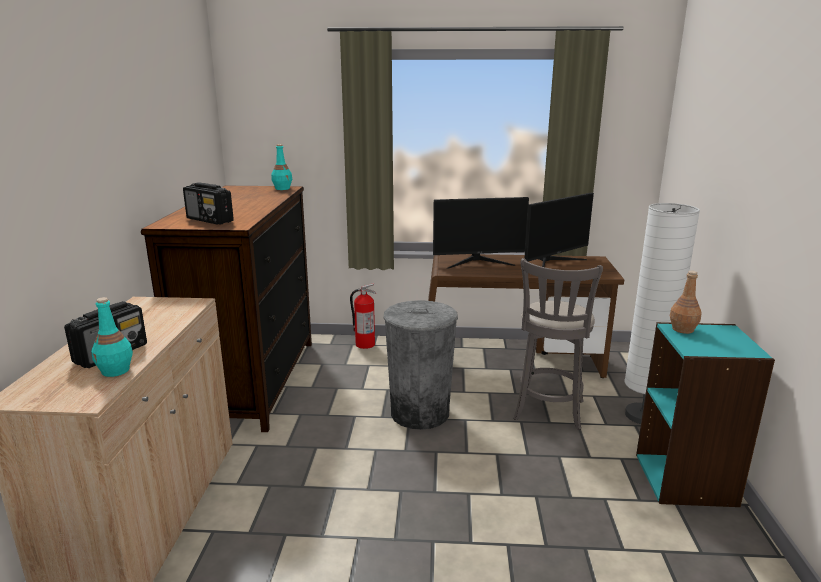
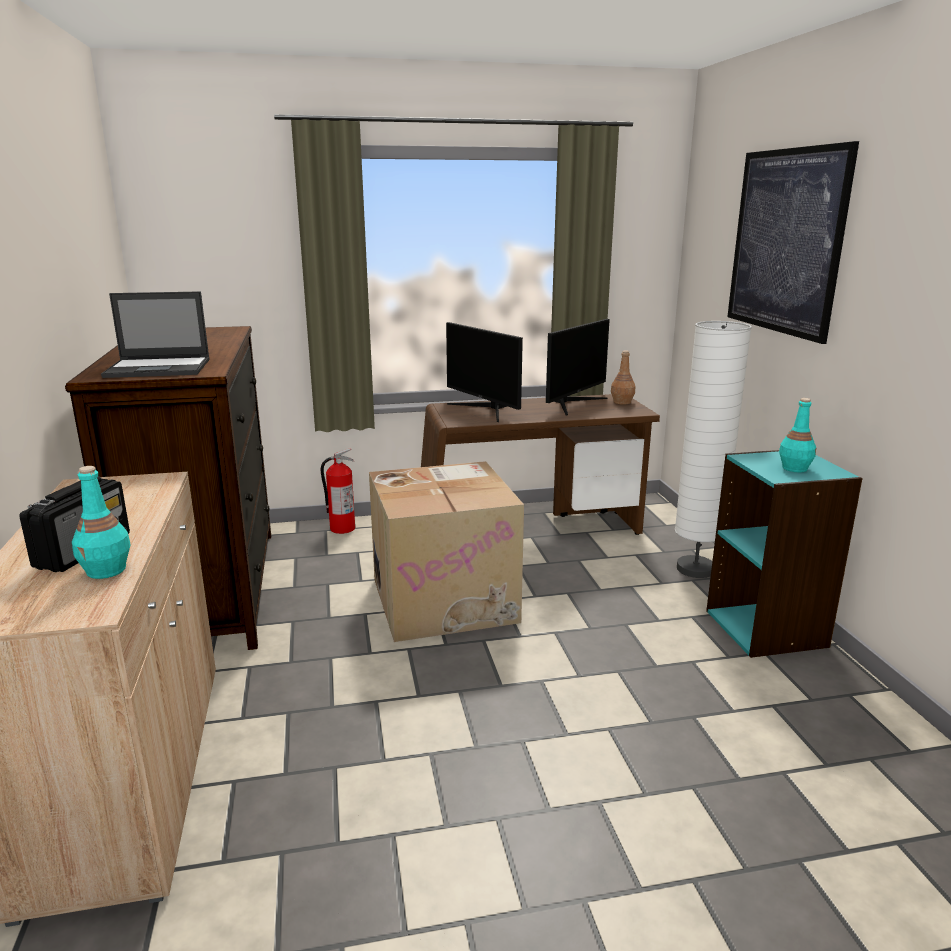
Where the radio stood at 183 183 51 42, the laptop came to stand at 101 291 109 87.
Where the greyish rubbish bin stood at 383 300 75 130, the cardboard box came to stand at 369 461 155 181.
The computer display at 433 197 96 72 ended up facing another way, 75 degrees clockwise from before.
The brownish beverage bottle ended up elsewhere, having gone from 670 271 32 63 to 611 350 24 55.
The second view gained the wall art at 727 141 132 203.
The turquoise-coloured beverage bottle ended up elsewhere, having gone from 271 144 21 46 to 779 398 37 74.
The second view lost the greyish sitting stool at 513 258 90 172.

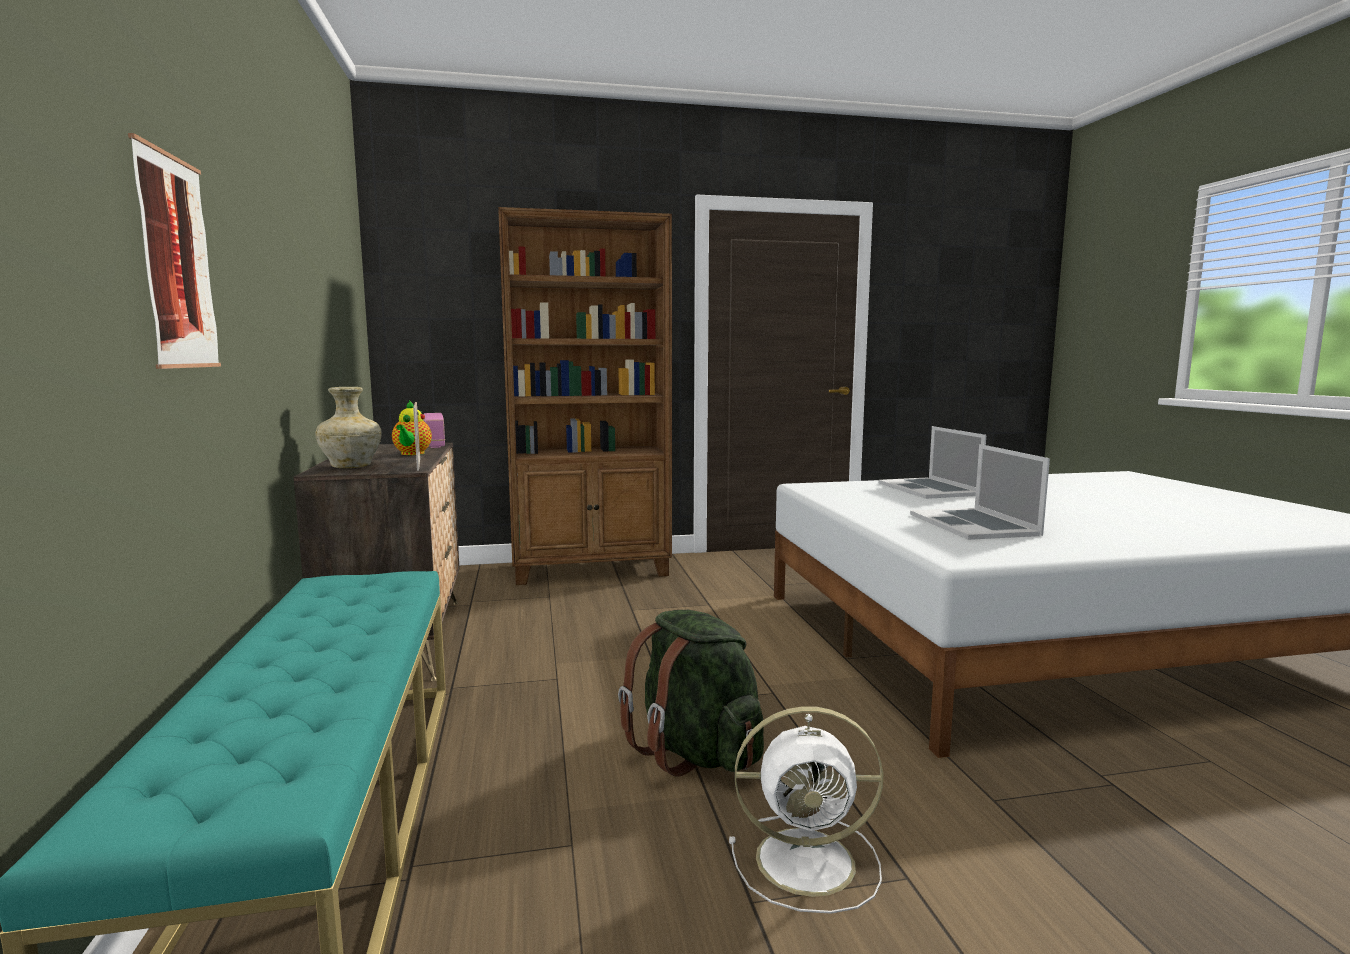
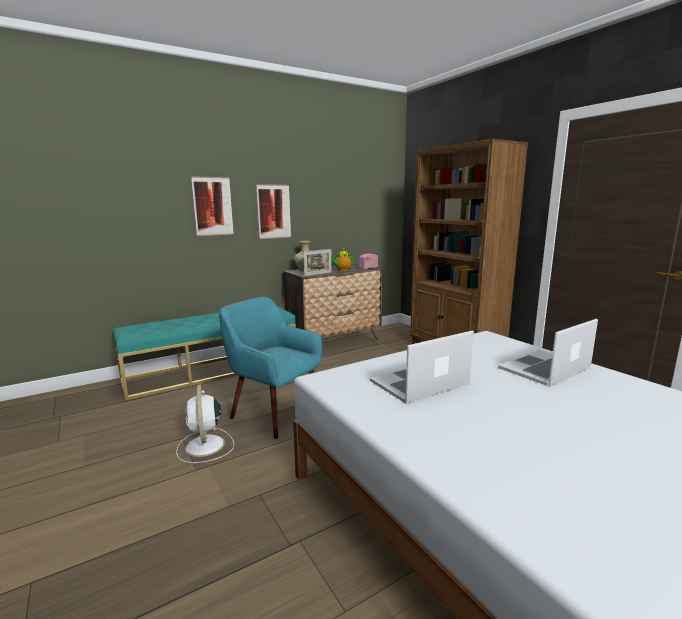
Where the greenish rucksack stood at 618 610 146 166, the turquoise-coloured armchair came to stand at 219 297 103 142.
The second view gained the wall art at 256 184 35 55.

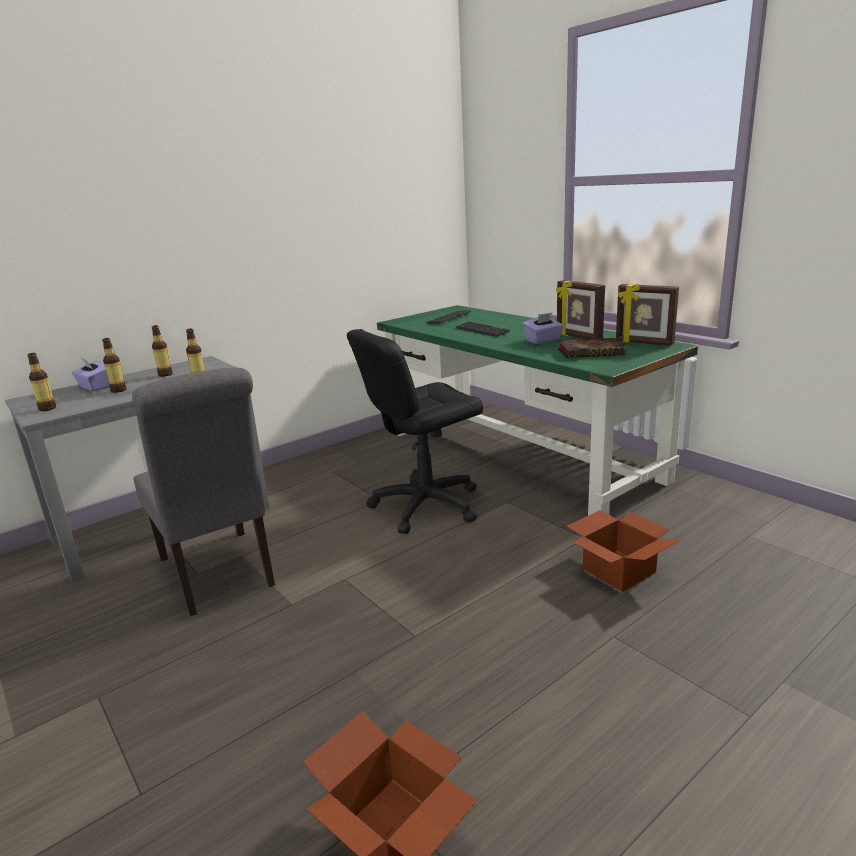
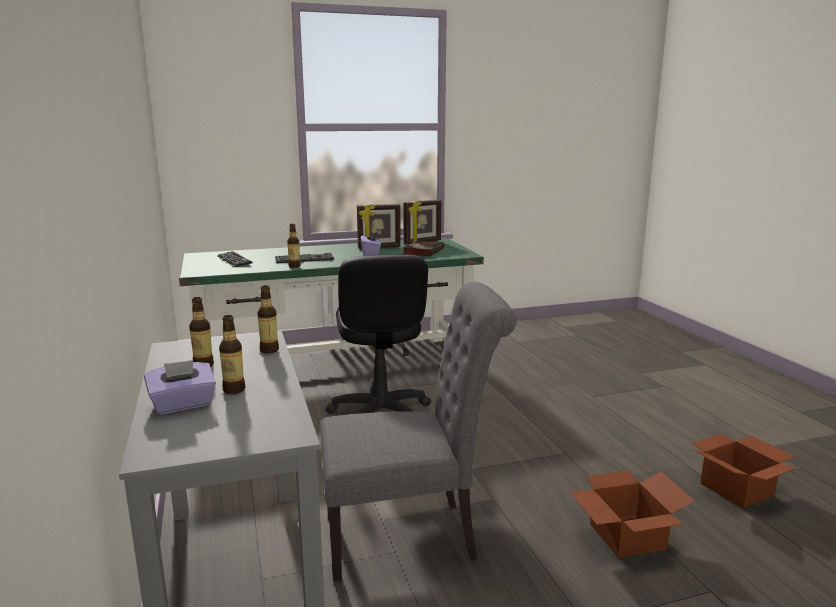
The beverage bottle ended up elsewhere, having gone from 27 353 29 58 to 287 224 14 44.
The cardboard box ended up elsewhere, having gone from 566 510 114 82 to 570 470 125 88.

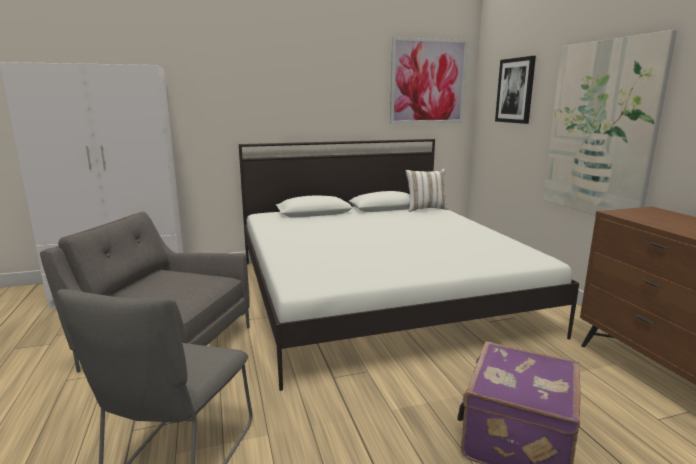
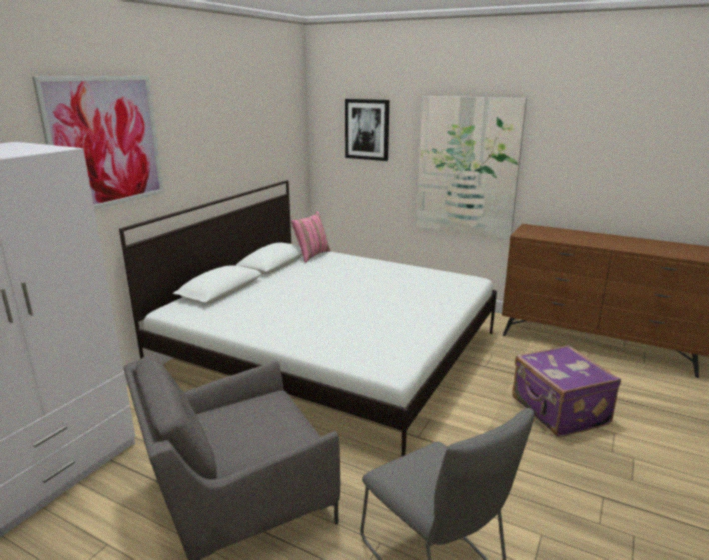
The wall art ended up elsewhere, having gone from 390 37 78 87 to 32 76 132 134.
What was the white pillow at 405 168 43 44 turned into the pink pillow at 291 211 39 52.

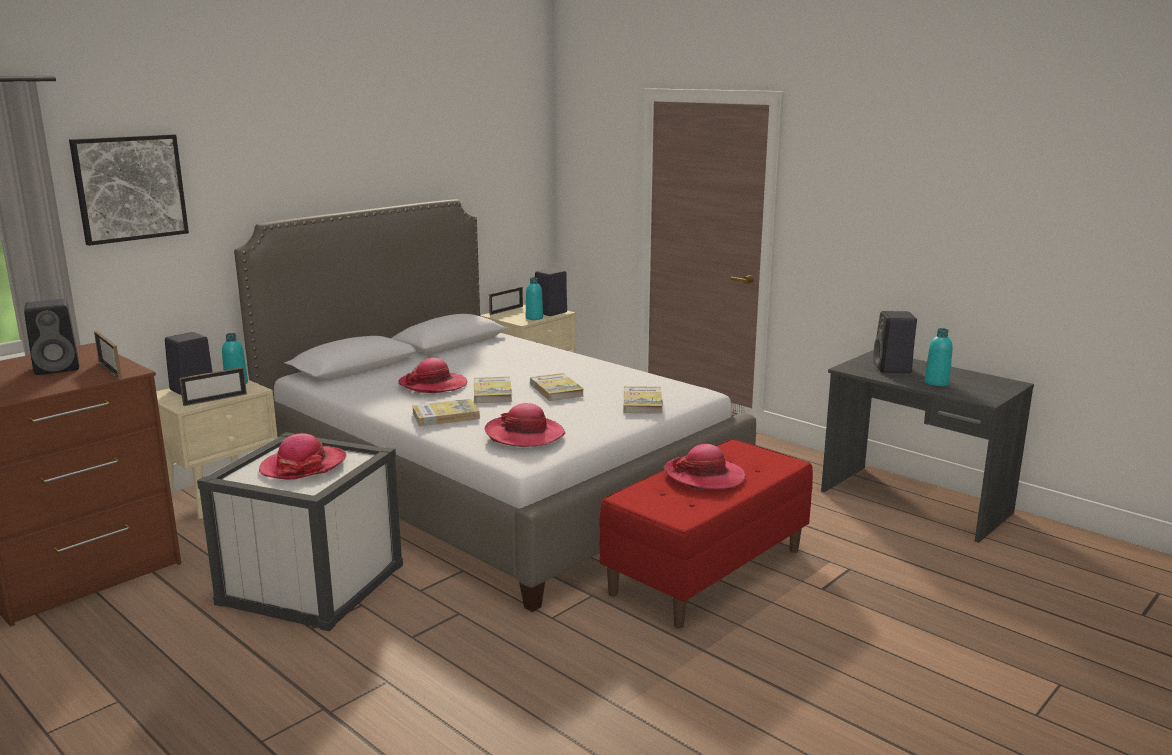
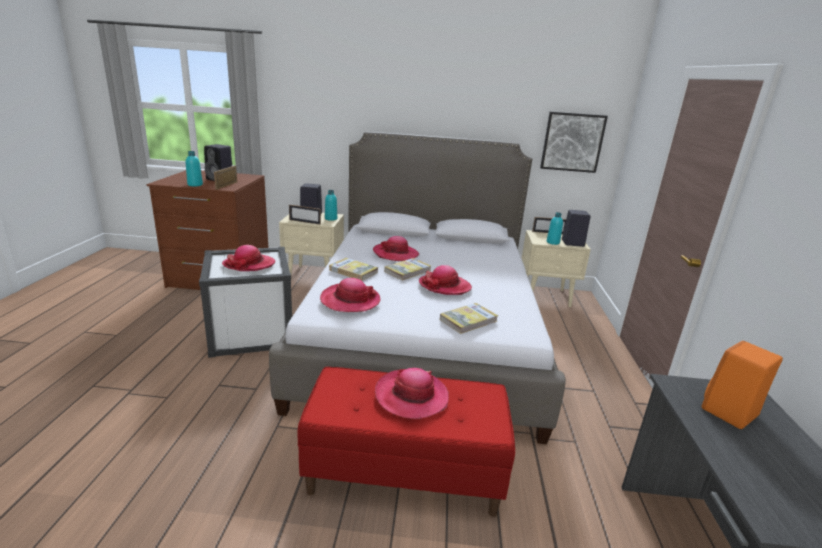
The turquoise-coloured beverage bottle ended up elsewhere, having gone from 924 328 29 58 to 186 151 17 35.
Where the volume stood at 530 373 54 28, the hat came to stand at 419 265 53 30.
The wall art ended up elsewhere, having gone from 69 134 120 112 to 540 112 68 61.
What was the black speaker at 874 311 43 62 turned into the orangey speaker at 701 341 82 88.

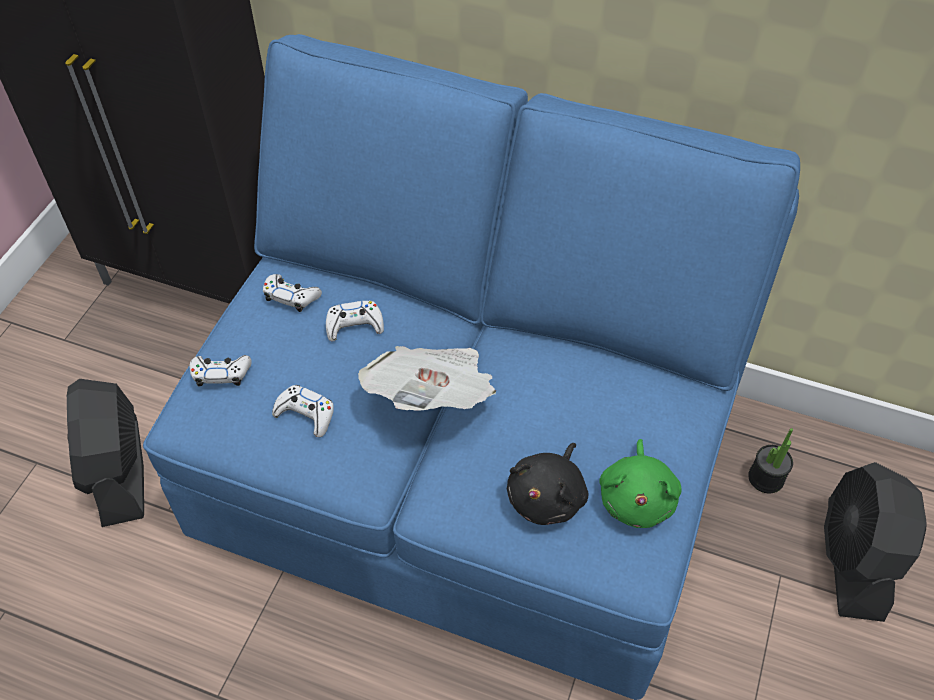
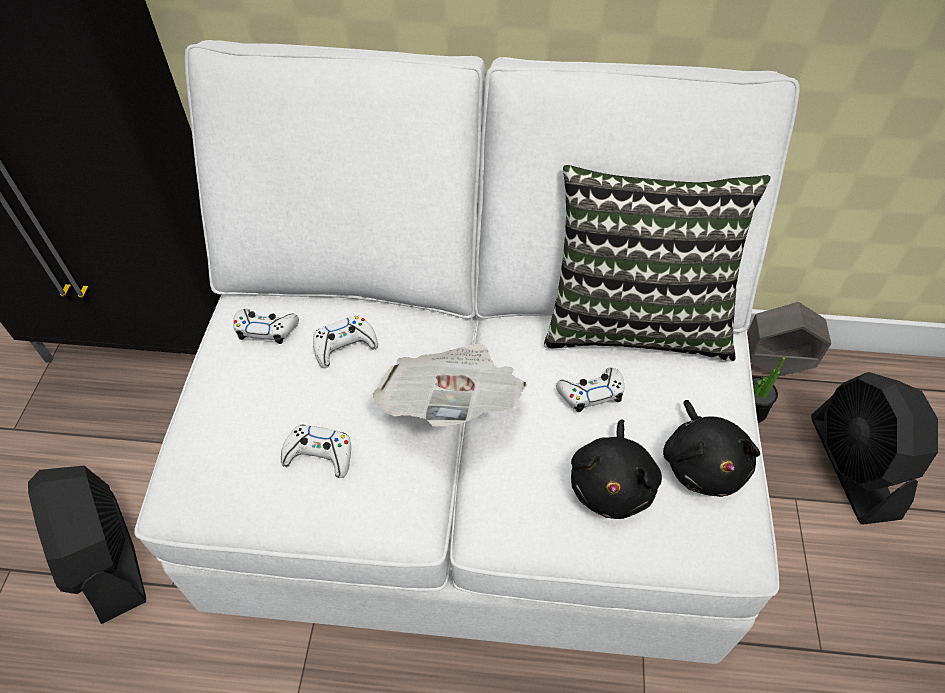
What was the bluish settee at 143 34 657 666 turned into the white settee at 134 40 665 624.
The second view gained the pillow at 544 165 227 196.
The white joypad ended up elsewhere, having gone from 190 355 62 32 to 556 368 69 44.
What was the greenish plush toy at 599 439 83 89 turned into the black plush toy at 663 400 97 97.
The second view gained the greyish plant pot at 747 302 84 75.

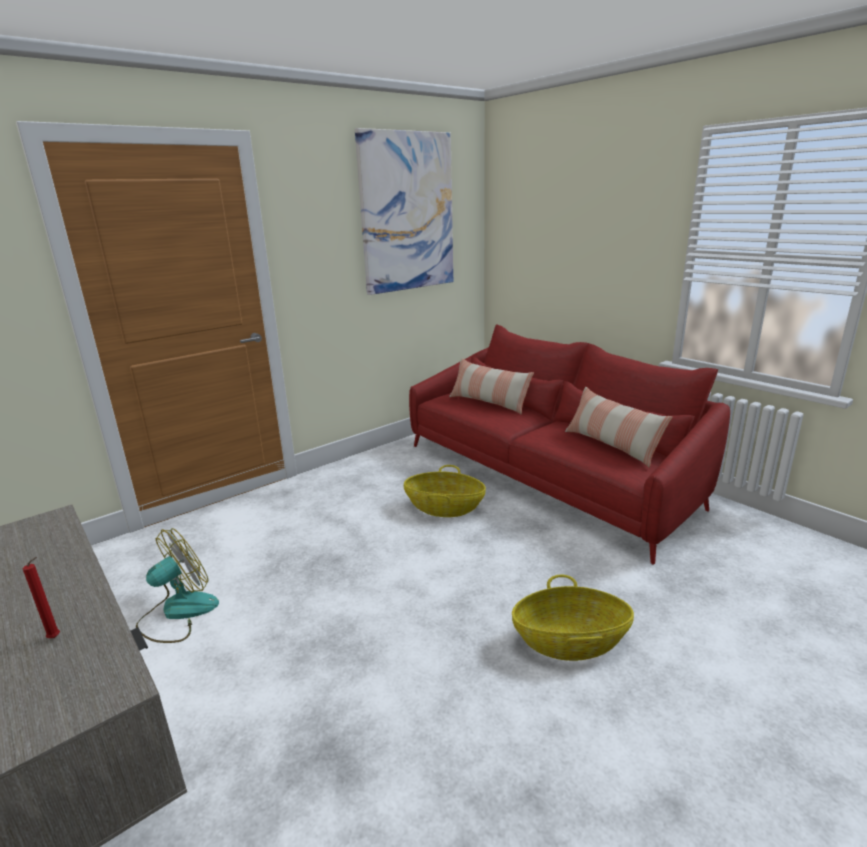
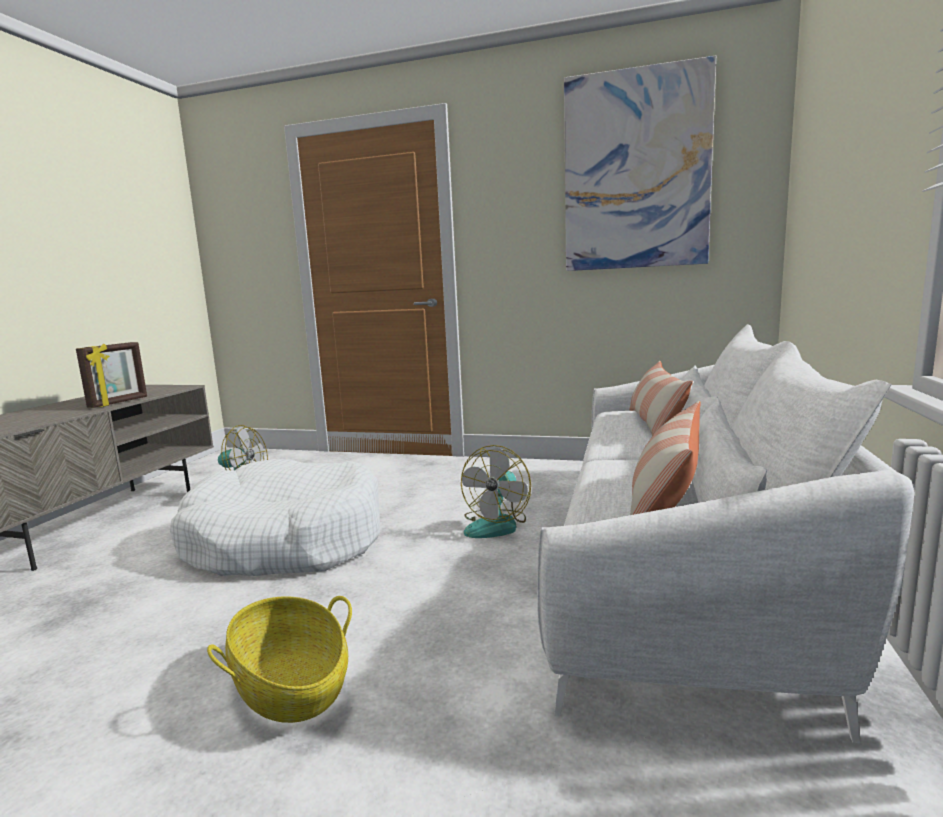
The second view gained the picture frame at 76 342 71 66.
The second view gained the white dog bed at 170 459 210 117.
Where the basket stood at 404 465 82 52, the cooling fan came to stand at 461 445 70 93.
What was the red settee at 409 324 321 241 turned into the white settee at 537 324 378 419.
The second view lost the red wax candle at 23 557 37 81.

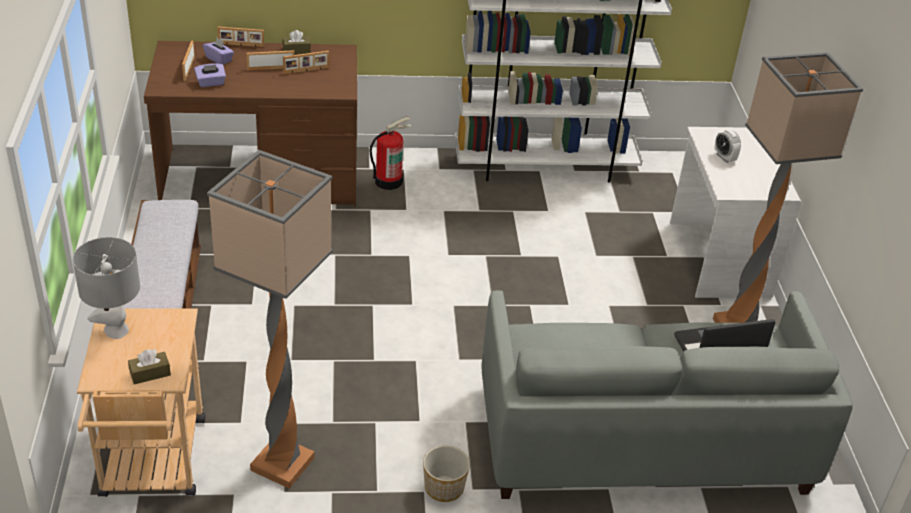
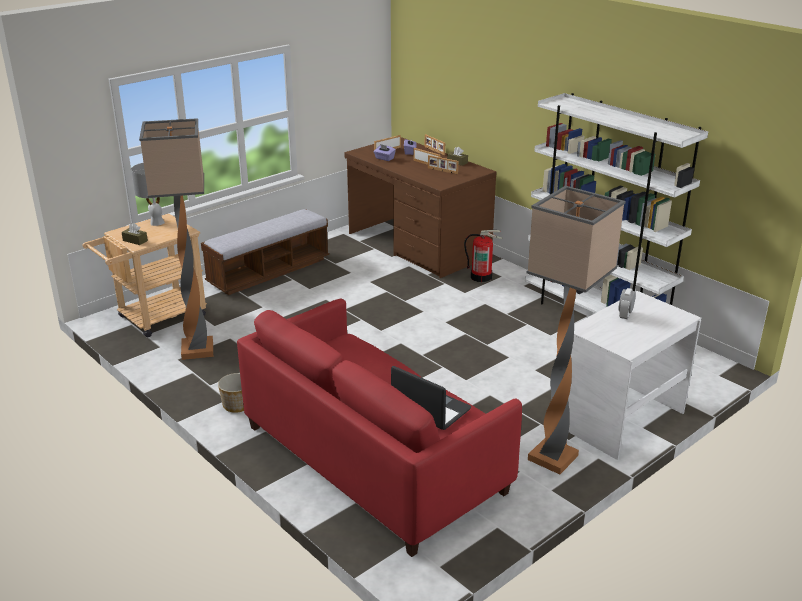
What was the greyish settee at 482 290 371 209 turned into the red settee at 237 299 285 258.

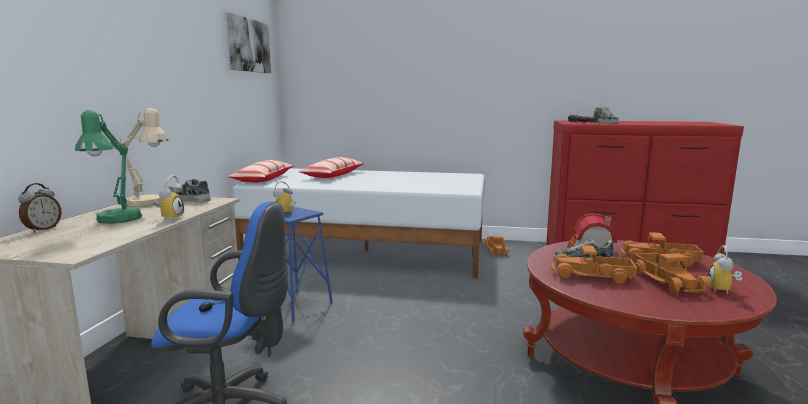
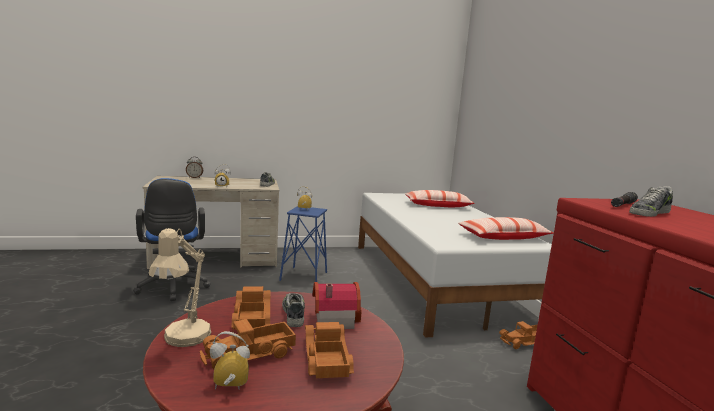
The beige tabletop lamp ended up elsewhere, having gone from 119 108 50 99 to 149 228 62 119.
The pillow ended up elsewhere, having gone from 228 160 66 23 to 458 217 95 23.
The second view lost the greenish tabletop lamp at 75 110 67 114.
The second view lost the wall art at 226 13 45 60.

